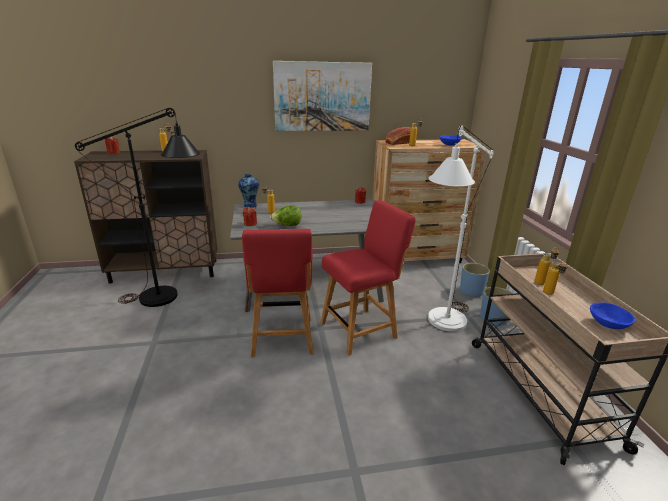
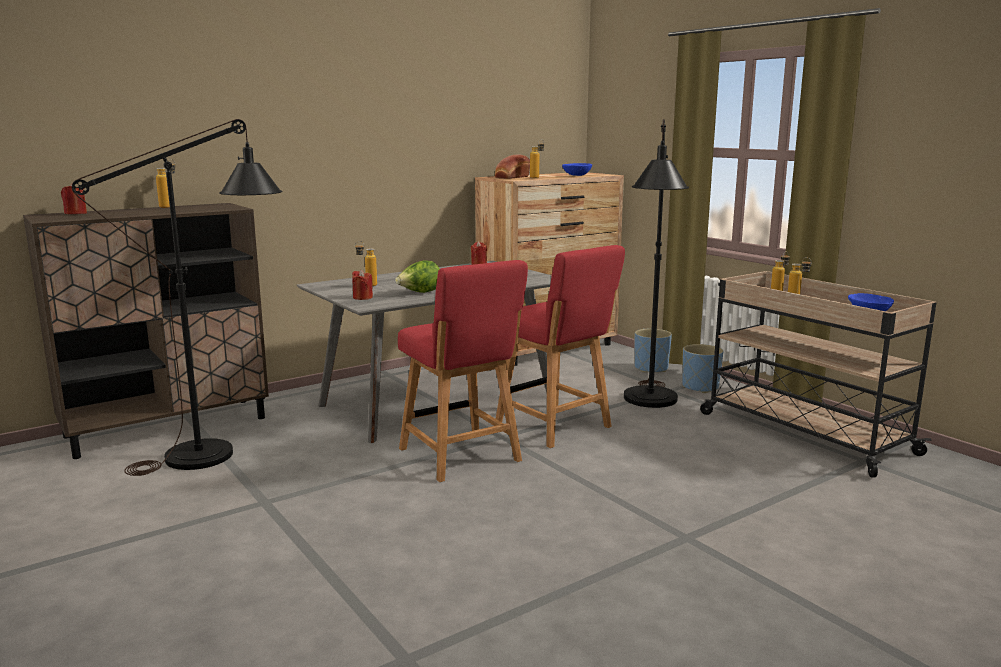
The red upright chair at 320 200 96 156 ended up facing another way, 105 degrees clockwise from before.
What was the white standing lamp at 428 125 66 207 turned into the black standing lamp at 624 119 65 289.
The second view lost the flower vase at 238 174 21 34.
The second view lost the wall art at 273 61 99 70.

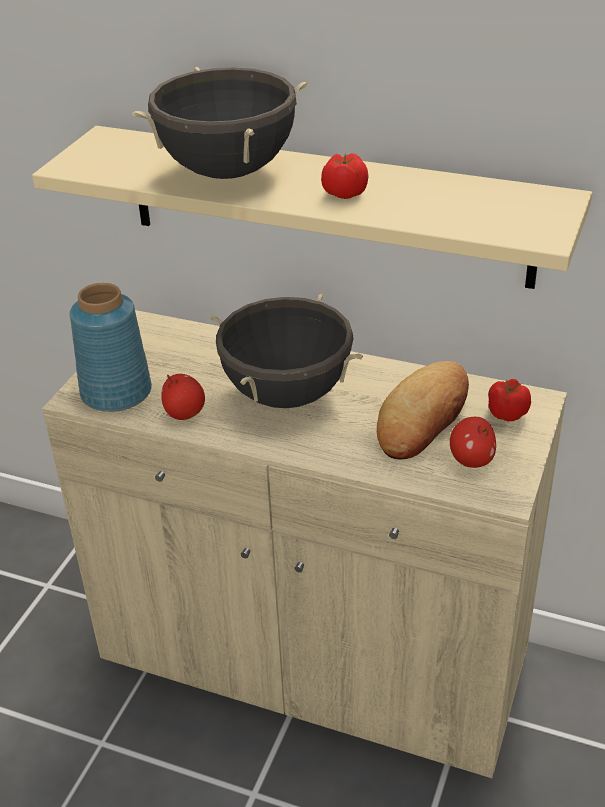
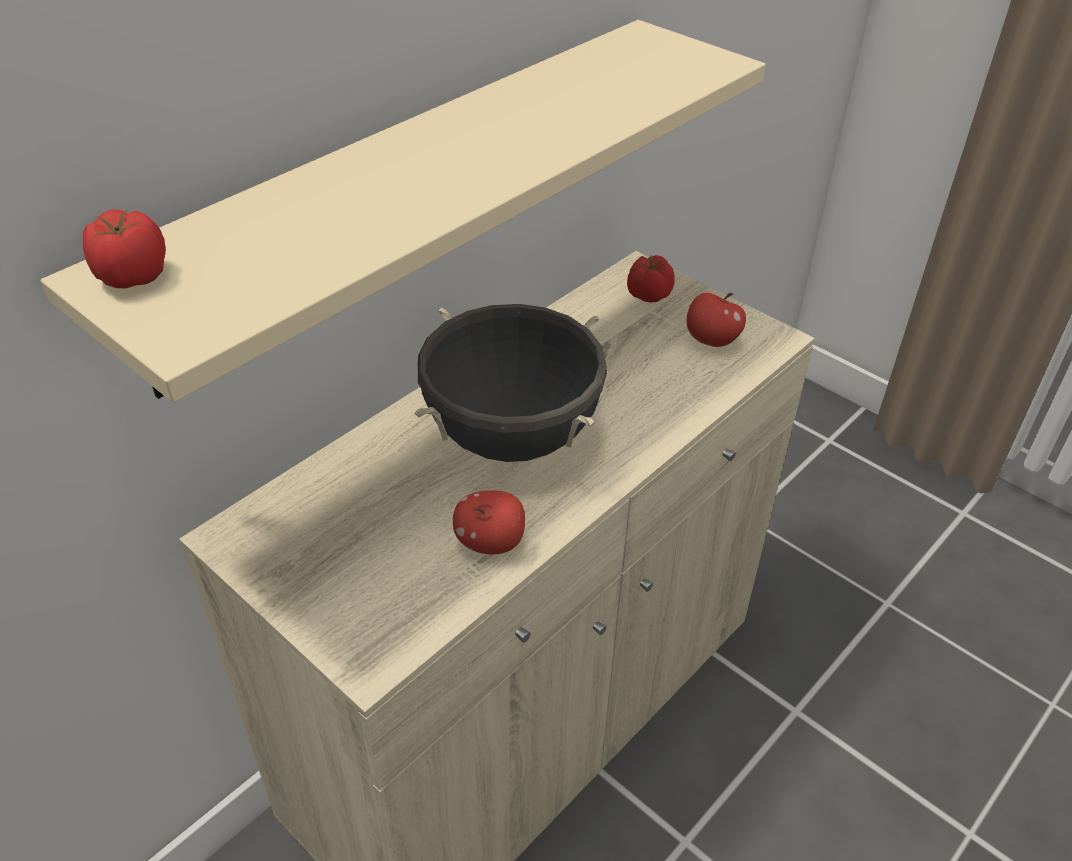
The fresh tomato ended up elsewhere, having gone from 321 153 48 46 to 83 210 83 78.
The second view lost the bluish flower vase at 70 283 82 129.
The second view lost the black saucepot at 132 67 177 112.
The second view lost the bakery bread at 377 361 92 99.

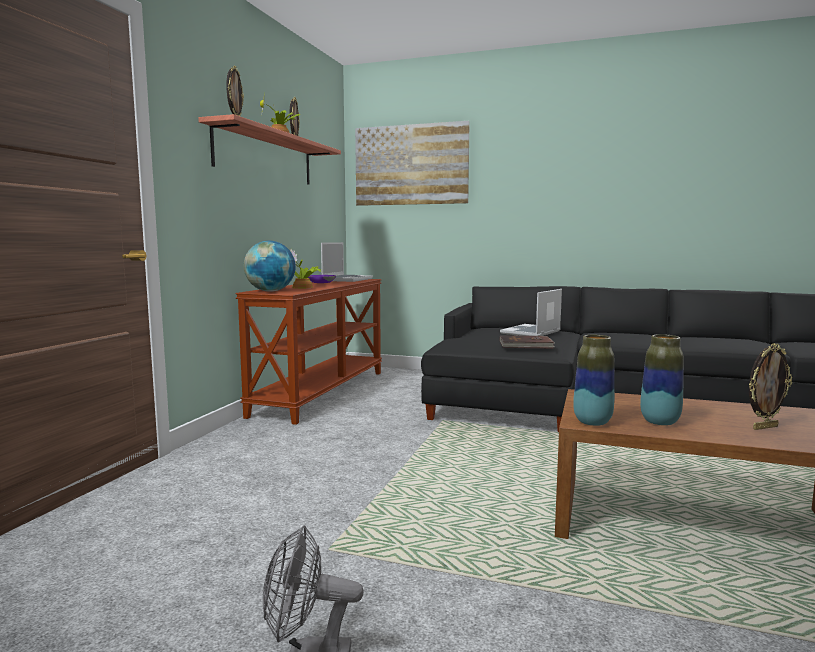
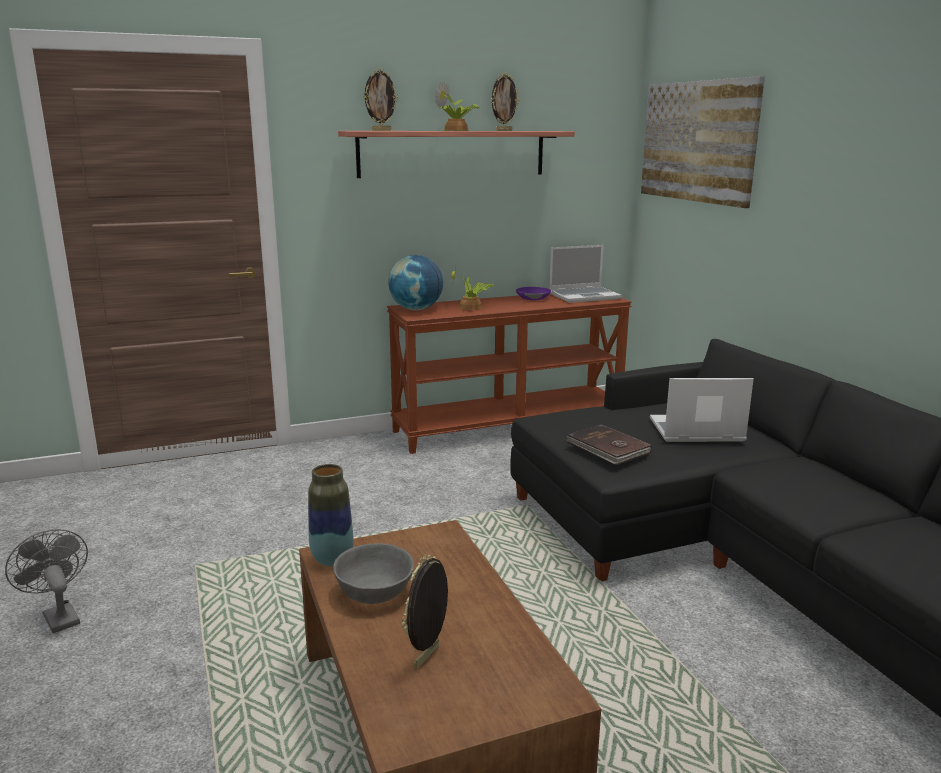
Where the flower vase stood at 640 334 44 92, the greyish serving bowl came to stand at 333 543 81 61.
The picture frame at 749 343 43 87 ended up facing another way, 90 degrees clockwise from before.

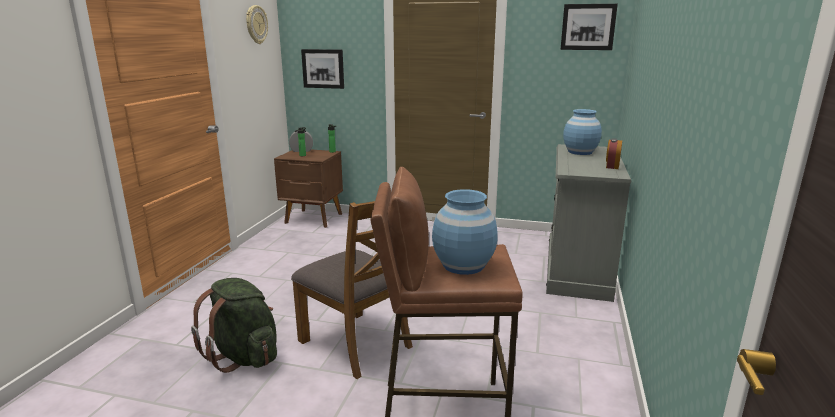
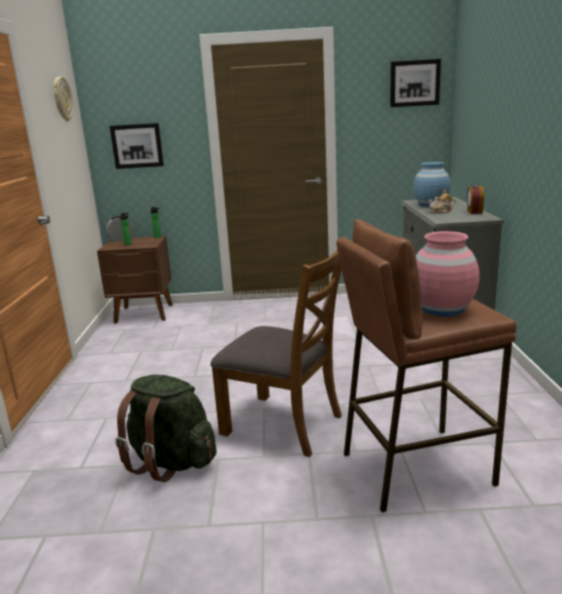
What was the bluish flower vase at 432 189 66 86 turned into the pink flower vase at 416 231 64 85.
The second view gained the tea pot at 428 190 28 23.

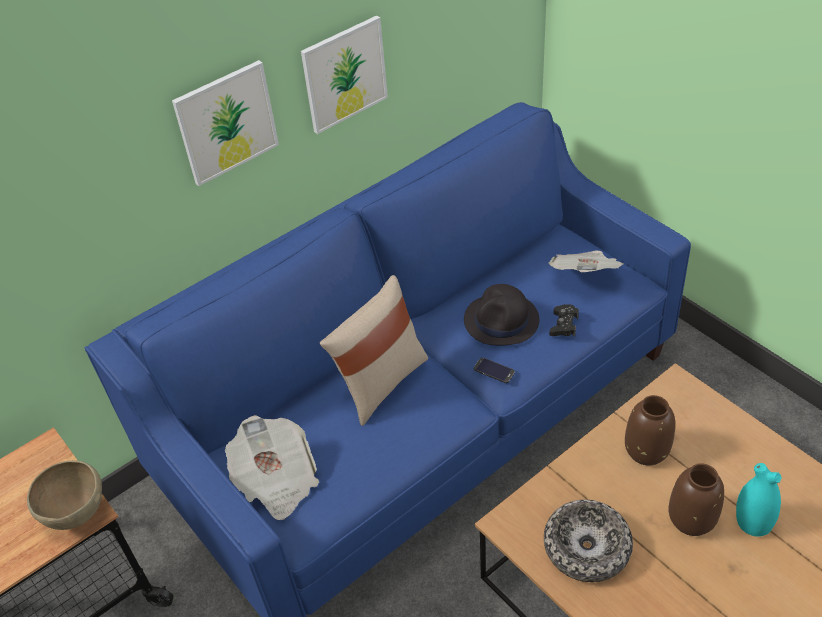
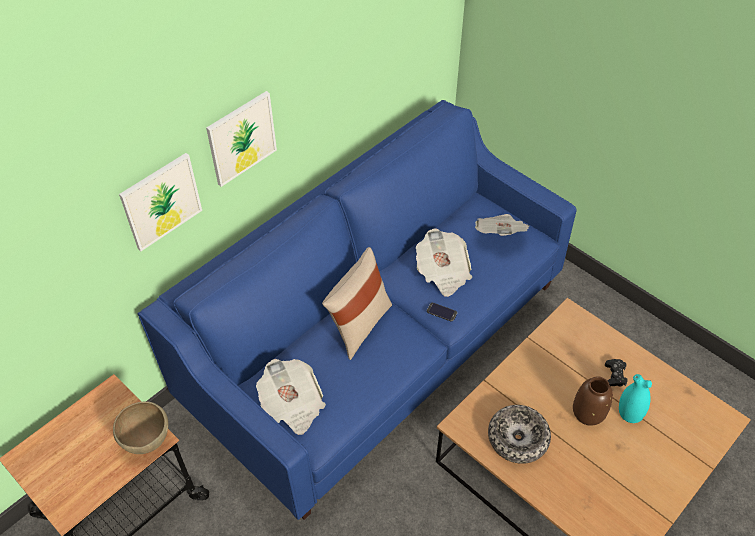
The wall art ended up elsewhere, having gone from 301 16 87 118 to 119 153 83 98.
Where the black hat stood at 464 284 75 61, the daily paper came to stand at 416 228 56 69.
The black joypad ended up elsewhere, having gone from 549 304 30 33 to 605 359 23 27.
The second view lost the brownish flower vase at 625 395 50 71.

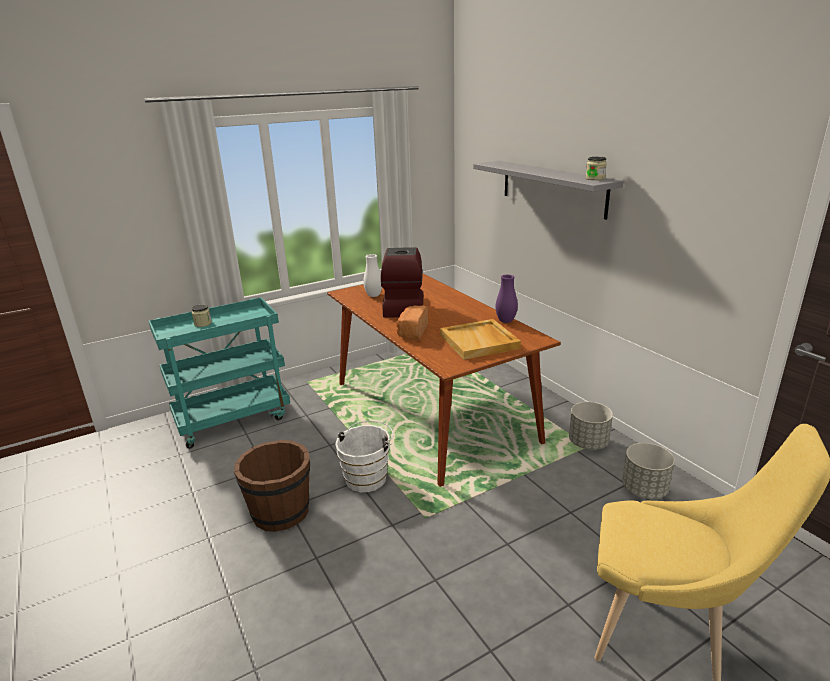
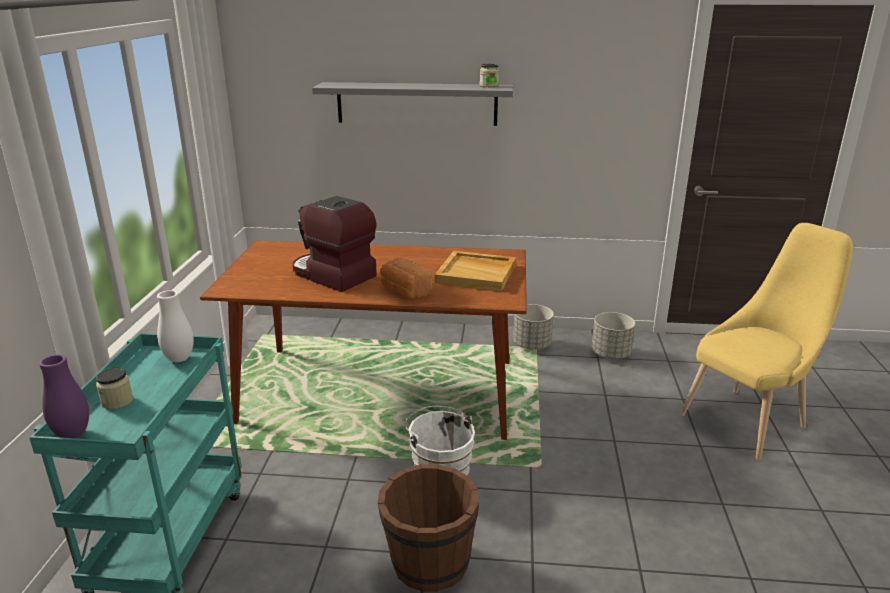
The purple-coloured flower vase ended up elsewhere, having gone from 496 275 22 48 to 39 355 50 83.
The white flower vase ended up elsewhere, having gone from 363 254 19 43 to 157 290 37 72.

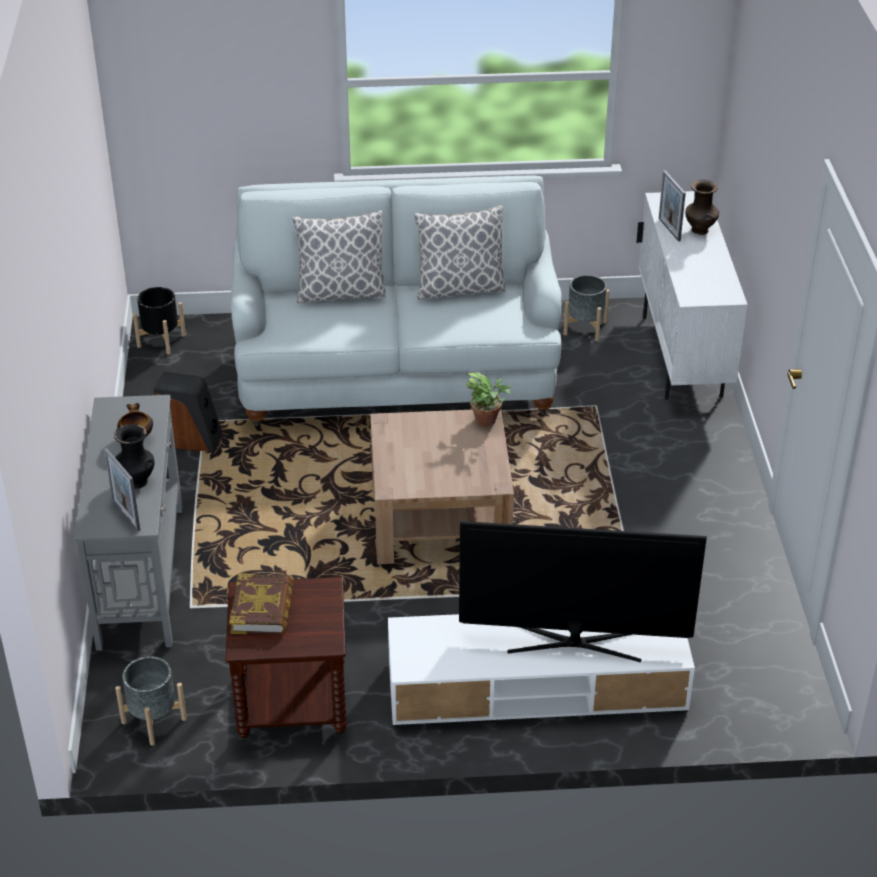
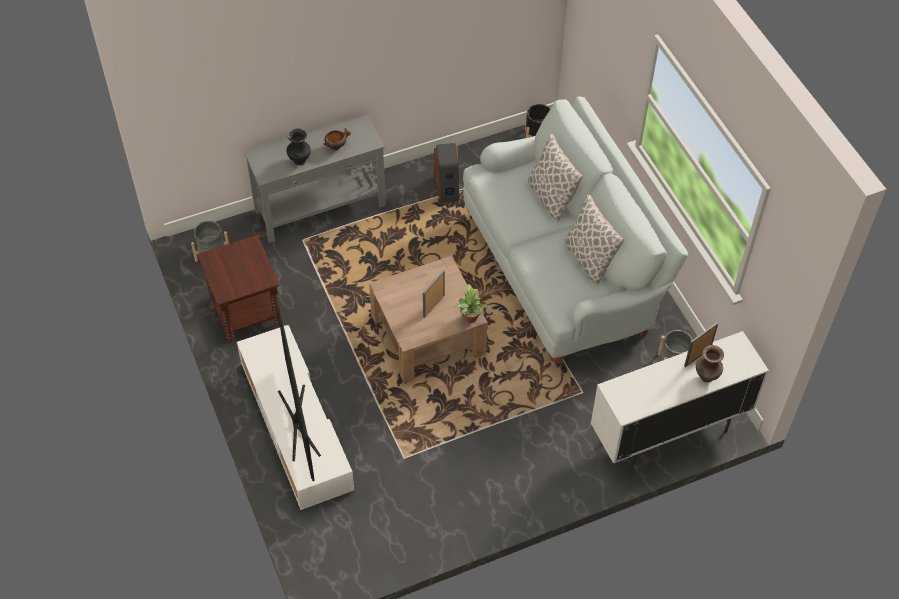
The picture frame ended up elsewhere, having gone from 104 448 36 83 to 423 270 22 48.
The second view lost the volume at 229 573 64 62.

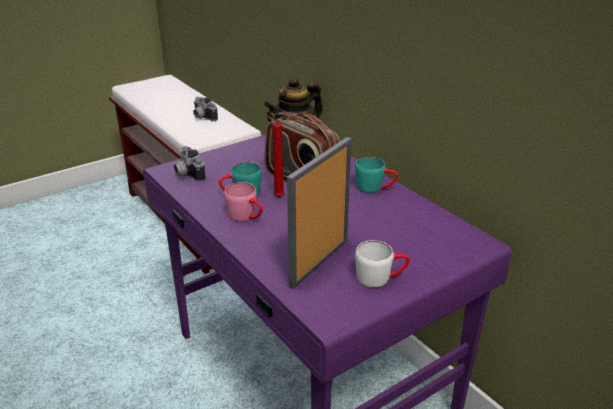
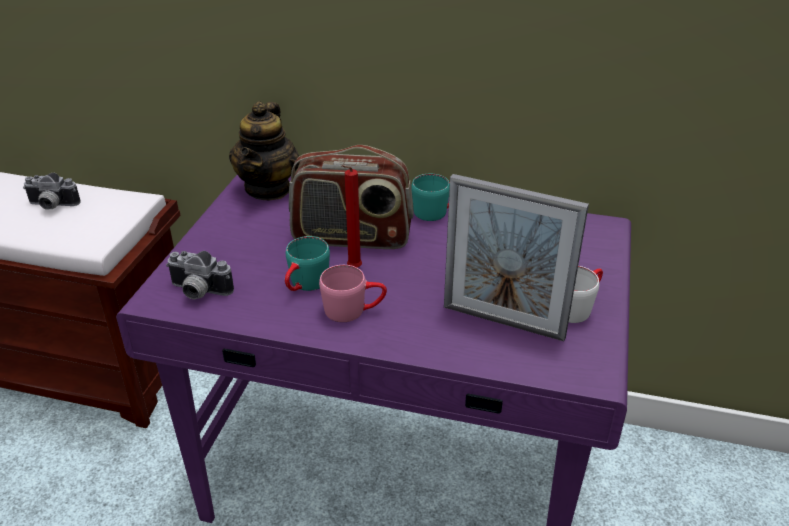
The picture frame at 287 137 64 152 ended up facing another way, 60 degrees counterclockwise from before.

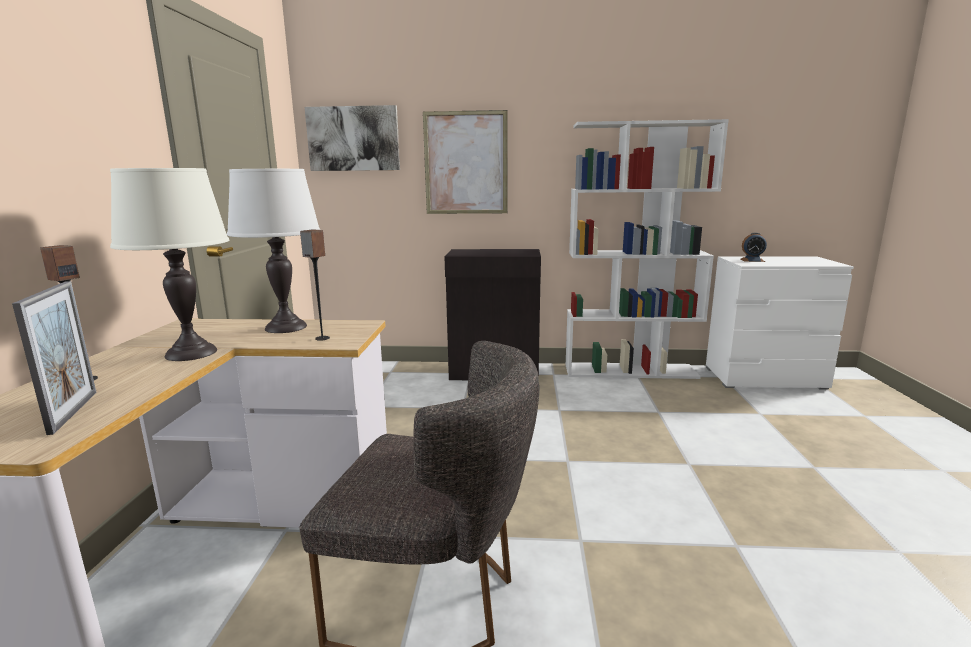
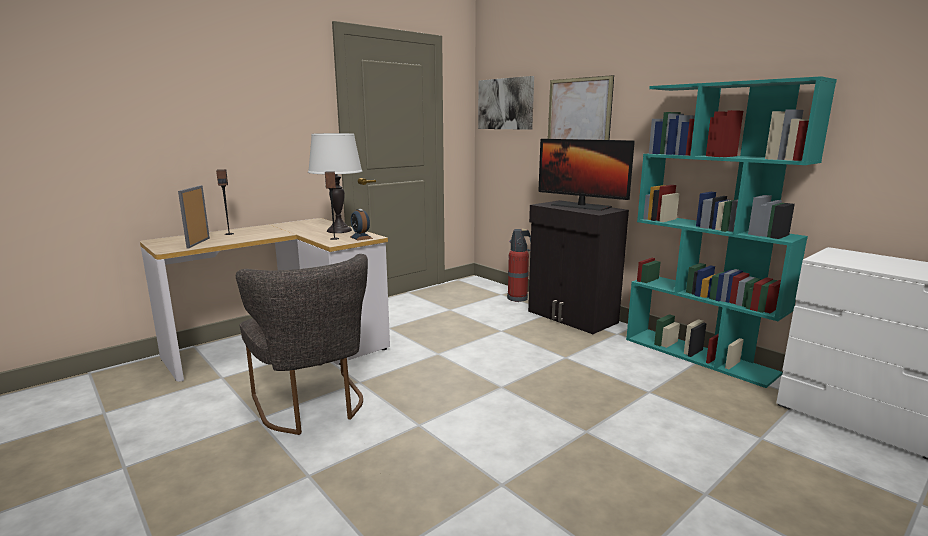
The picture frame at 12 281 85 154 ended up facing another way, 150 degrees clockwise from before.
The alarm clock ended up elsewhere, having gone from 740 233 27 29 to 350 209 23 32.
The second view gained the fire-fighting cylinder at 507 229 24 73.
The second view gained the computer display at 538 139 97 72.
What was the white bookcase at 565 119 164 260 turned into the turquoise-coloured bookcase at 626 76 211 312.
The second view lost the white tabletop lamp at 110 168 119 193.

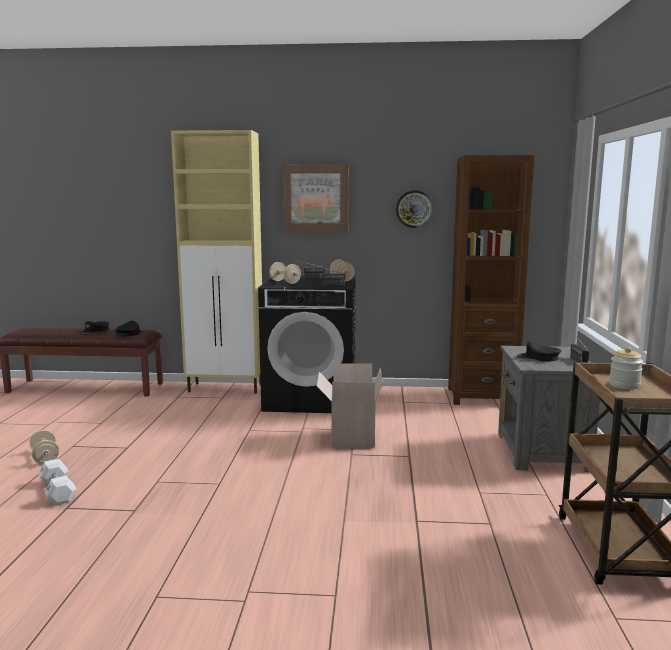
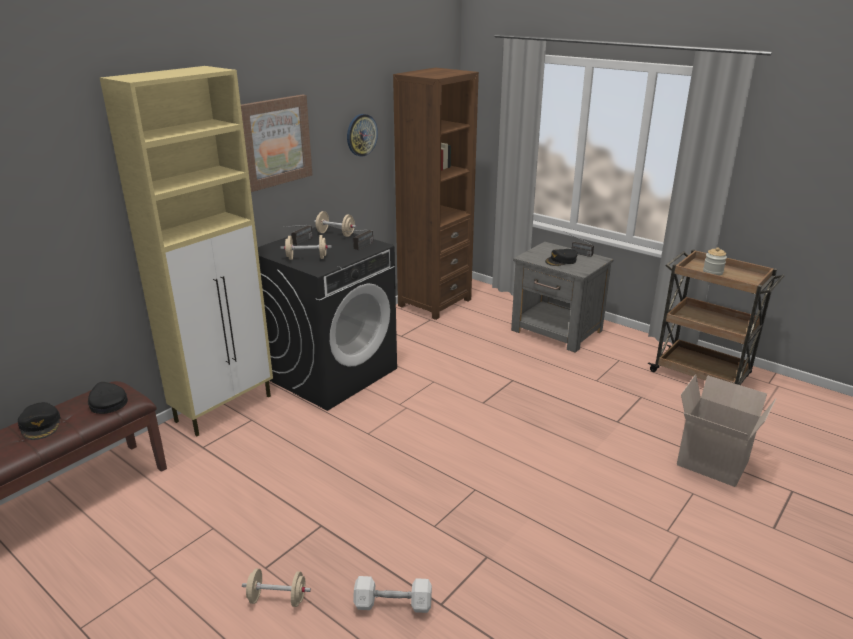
The cardboard box ended up elsewhere, having gone from 317 363 66 85 to 677 374 99 113.

